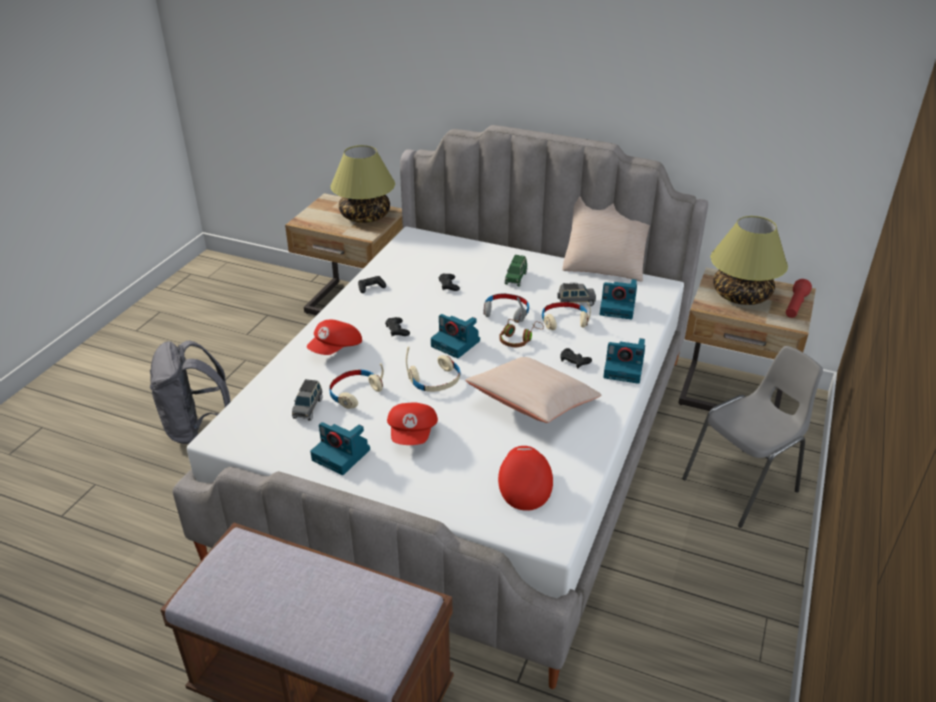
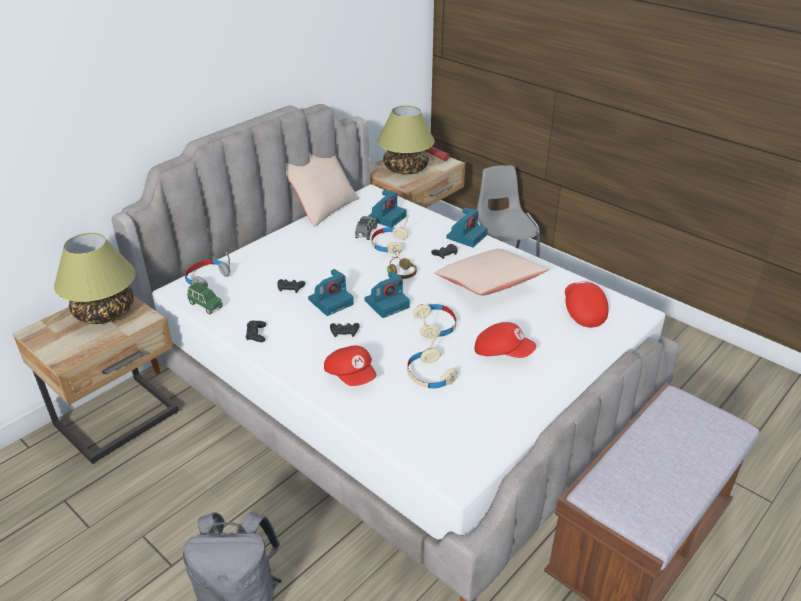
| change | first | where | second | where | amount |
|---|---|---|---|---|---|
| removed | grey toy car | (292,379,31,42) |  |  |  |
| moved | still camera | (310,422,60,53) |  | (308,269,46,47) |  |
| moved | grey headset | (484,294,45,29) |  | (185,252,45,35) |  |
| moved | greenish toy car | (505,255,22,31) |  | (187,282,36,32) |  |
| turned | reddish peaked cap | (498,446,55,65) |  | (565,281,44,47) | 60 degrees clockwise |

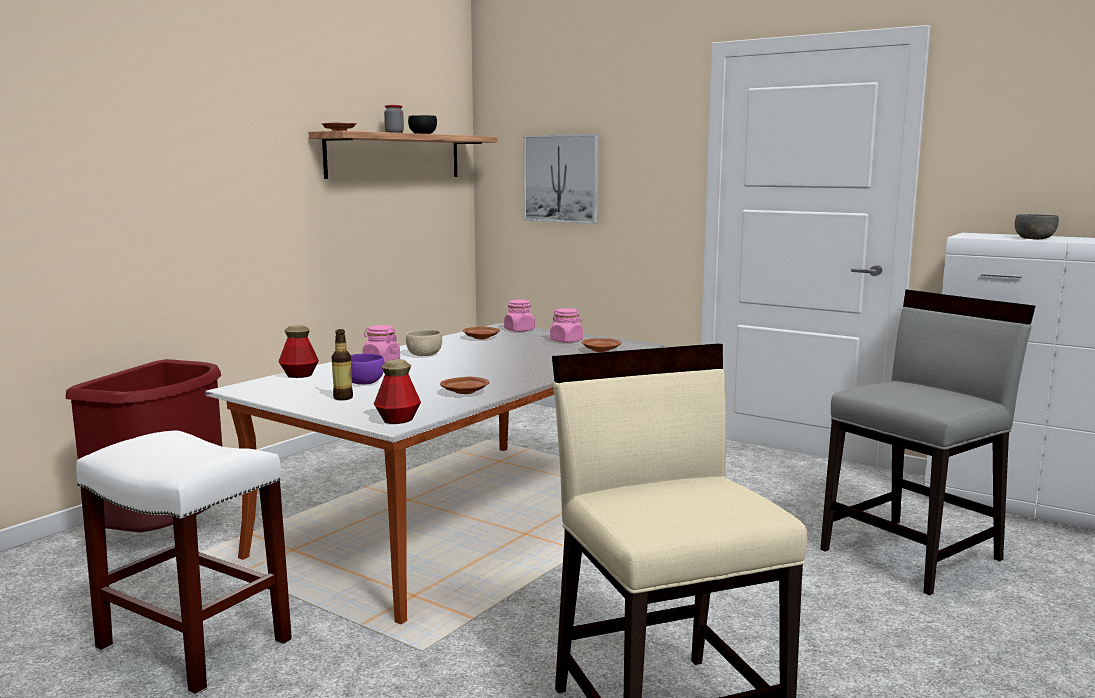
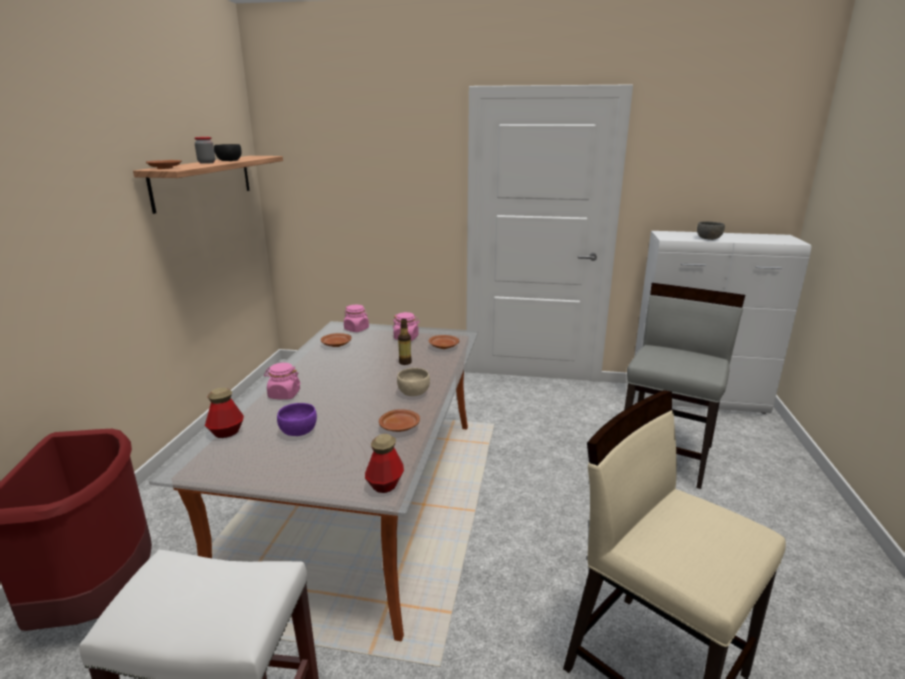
| change | first | where | second | where | amount |
|---|---|---|---|---|---|
| removed | picture | (523,134,76,90) |  |  |  |
| moved | bottle | (332,329,21,71) |  | (398,319,14,46) |  |
| moved | beige-coloured serving bowl | (406,330,36,26) |  | (397,368,33,28) |  |

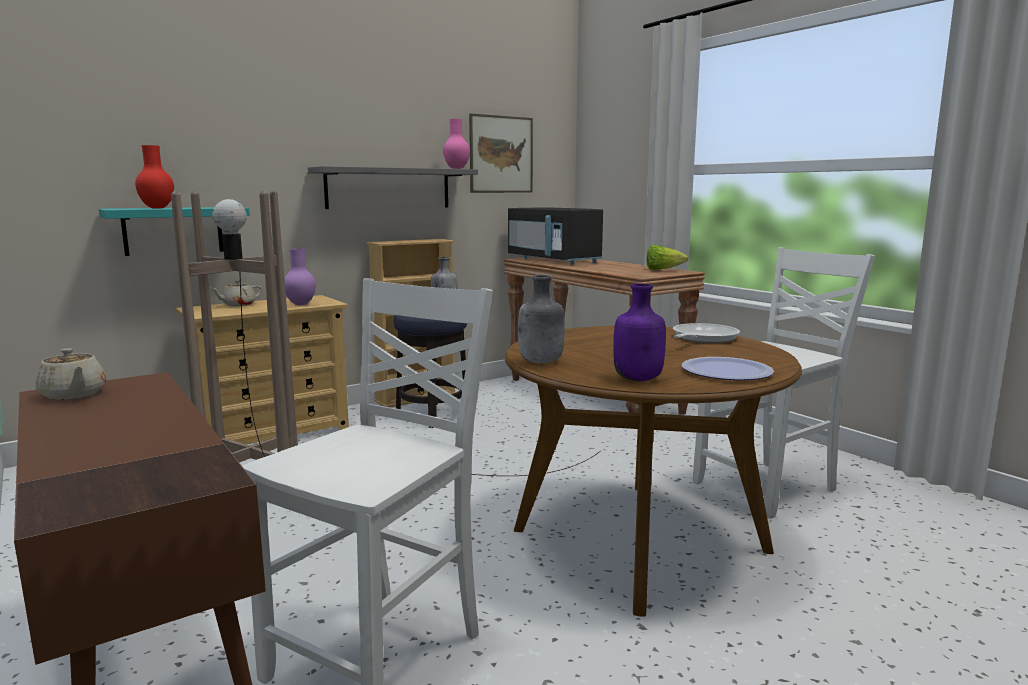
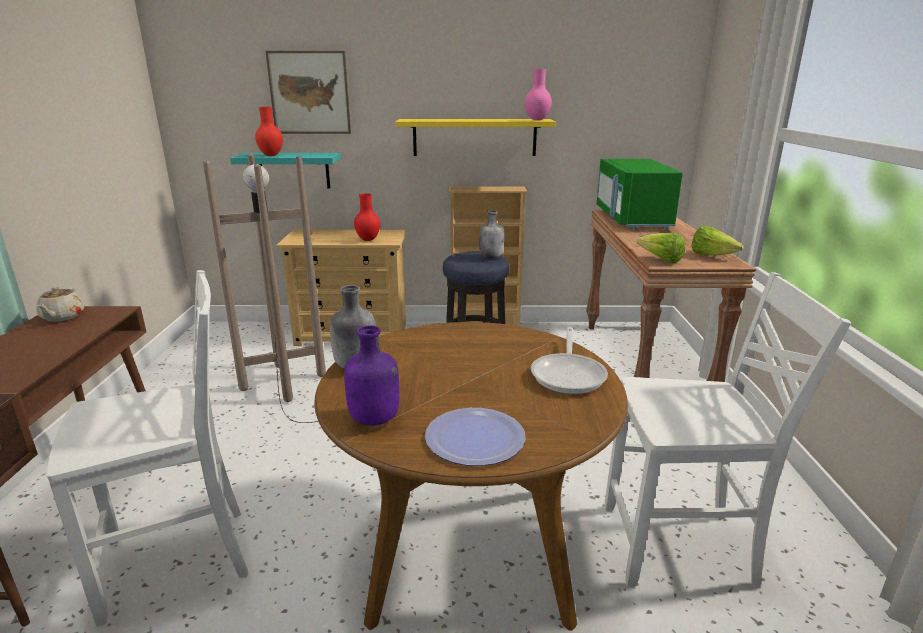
| change | first | where | second | where | amount |
|---|---|---|---|---|---|
| removed | beige-coloured pot for tea | (211,280,51,26) |  |  |  |
| added |  |  | lettuce | (637,233,48,30) |  |
| moved | picture | (469,113,64,80) |  | (265,51,86,83) |  |
| recoloured | purple-coloured flower vase | (284,249,32,56) | reddish flower vase | (354,193,26,48) |  |
| recoloured | grey bracket shelf | (308,166,170,43) | yellowish bracket shelf | (395,119,161,37) |  |
| recoloured | black-coloured microwave | (508,207,95,58) | greenish microwave | (597,159,86,71) |  |
| turned | skillet | (673,323,67,20) |  | (531,327,77,67) | 120 degrees clockwise |

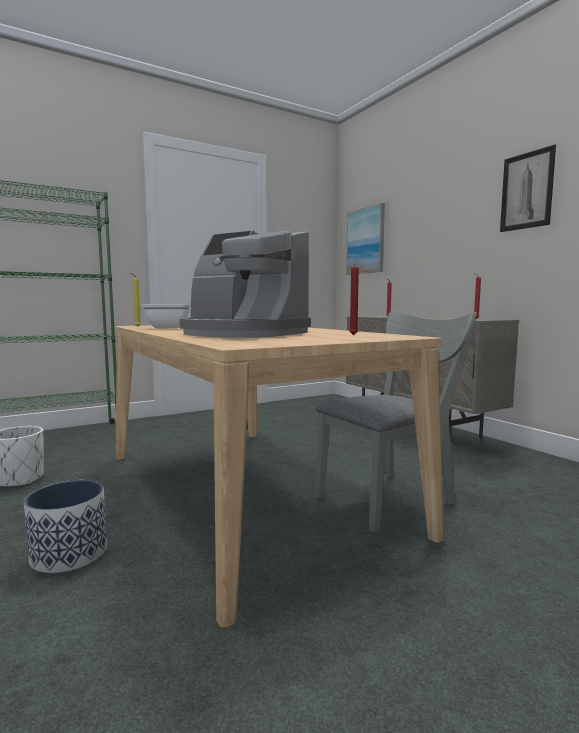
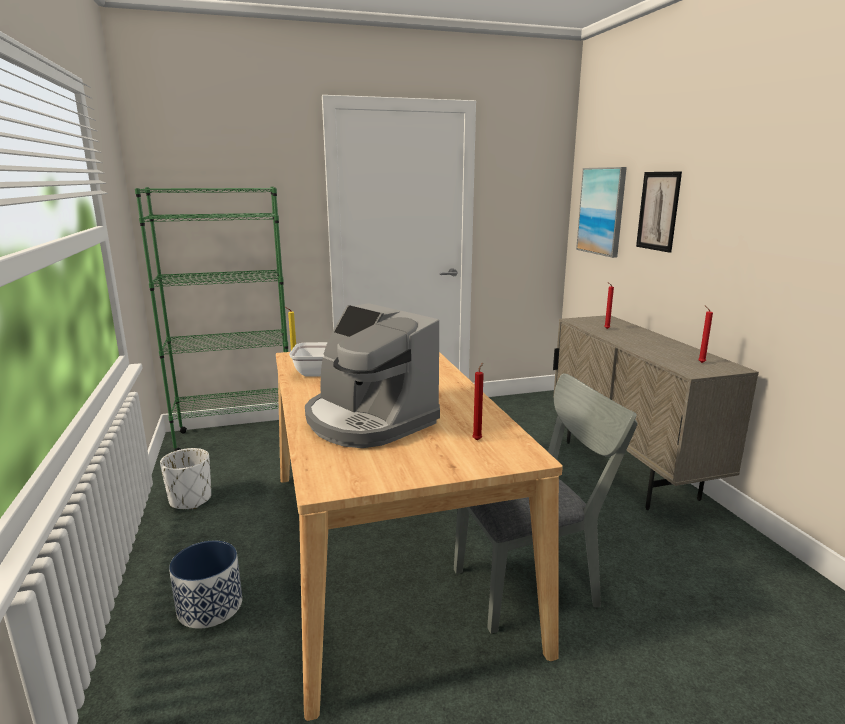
| change | first | where | second | where | amount |
|---|---|---|---|---|---|
| moved | picture | (500,145,56,87) |  | (636,172,46,81) |  |

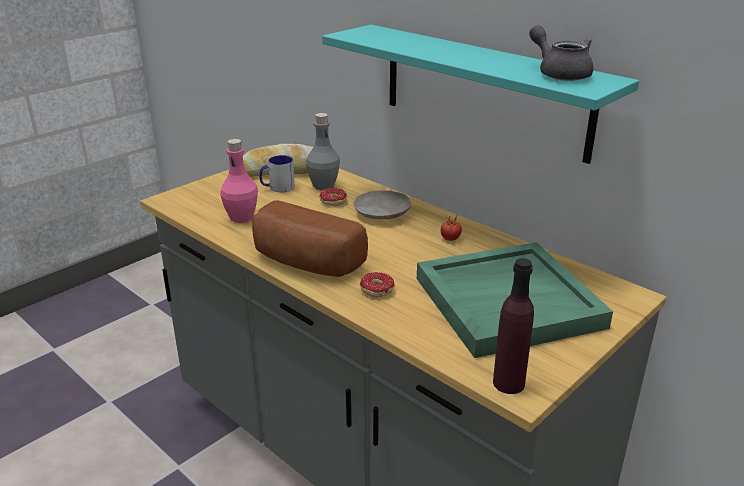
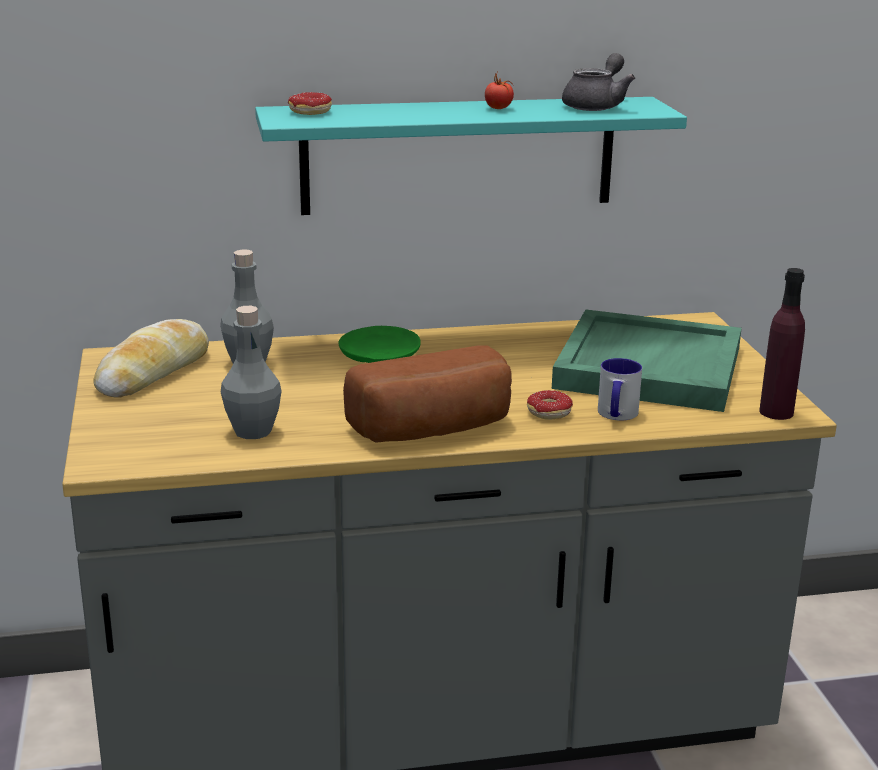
| change | first | where | second | where | amount |
|---|---|---|---|---|---|
| moved | coffee mug | (259,155,36,37) |  | (598,358,44,63) |  |
| moved | doughnut | (320,188,27,18) |  | (288,92,44,23) |  |
| moved | tomato | (441,215,21,26) |  | (485,72,29,37) |  |
| recoloured | pink bottle | (221,139,37,84) | grey bottle | (221,306,61,133) |  |
| recoloured | beige-coloured flat dish | (354,190,57,29) | greenish flat dish | (338,326,83,37) |  |
| turned | grey pot for tea | (529,26,64,55) |  | (562,53,73,58) | 120 degrees clockwise |

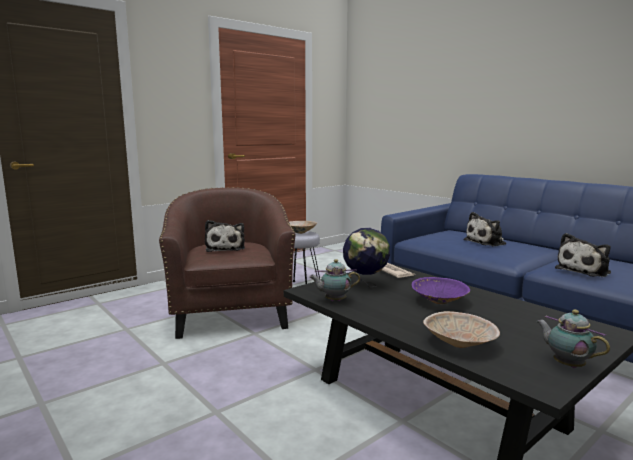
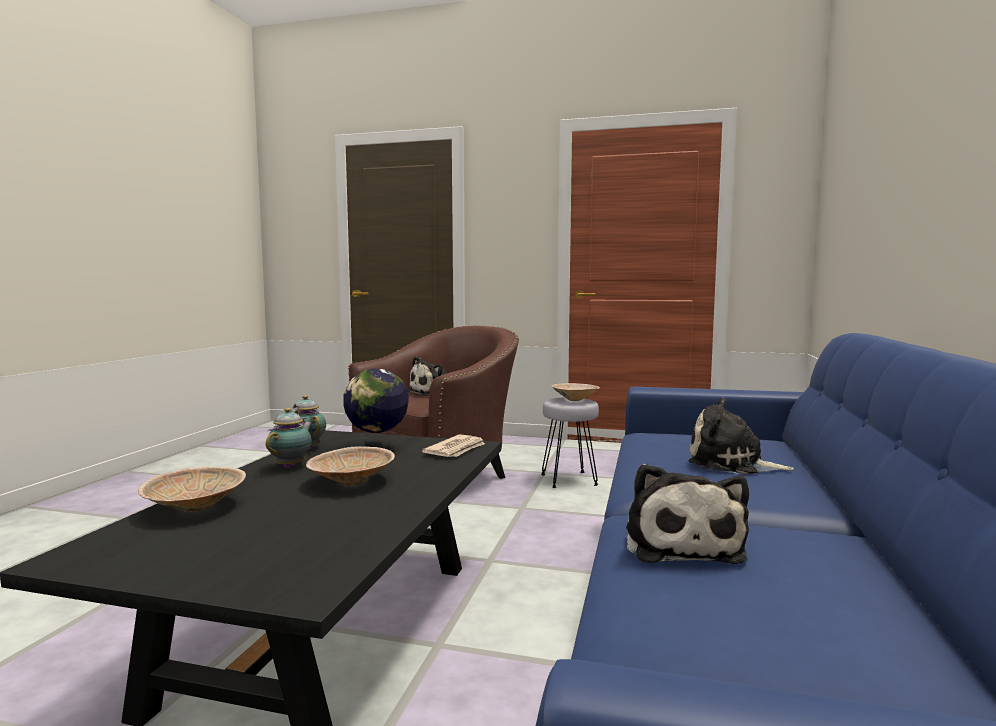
| change | first | where | second | where | amount |
|---|---|---|---|---|---|
| moved | pot for tea | (536,310,74,58) |  | (266,408,46,60) |  |
| recoloured | purple-coloured serving bowl | (412,277,58,27) | beige-coloured serving bowl | (306,446,89,40) |  |
| turned | soft toy | (555,233,56,44) |  | (626,463,123,101) | 105 degrees counterclockwise |

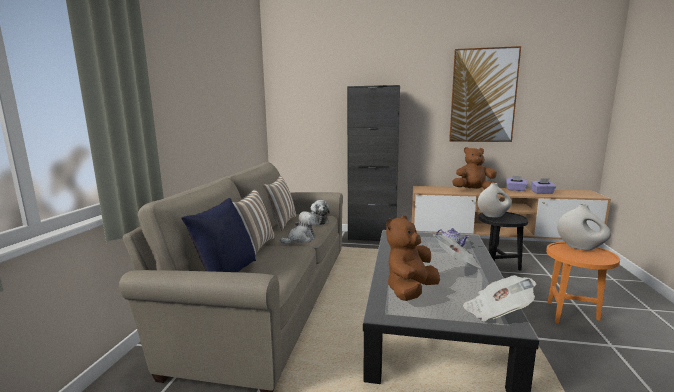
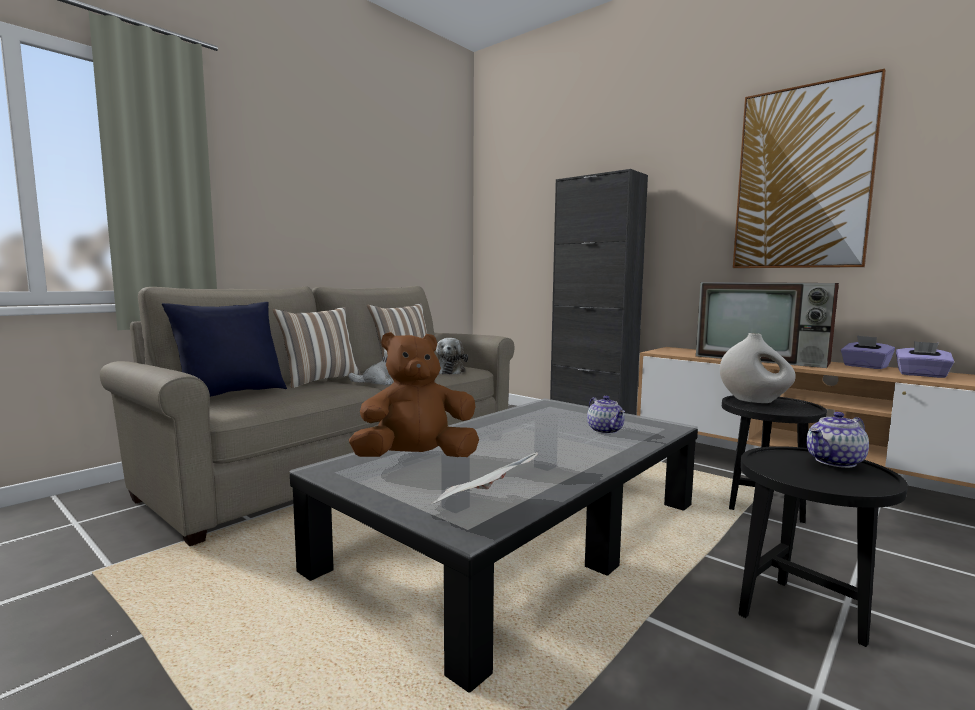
| change | first | where | second | where | amount |
|---|---|---|---|---|---|
| removed | newspaper | (433,234,48,34) |  |  |  |
| replaced | brown soft toy | (452,147,45,43) | TV | (696,282,143,86) |  |
| replaced | white-coloured flower vase | (557,204,54,46) | pot for tea | (806,412,63,56) |  |
| recoloured | orange accent table | (546,242,74,82) | black-coloured accent table | (738,446,170,201) |  |

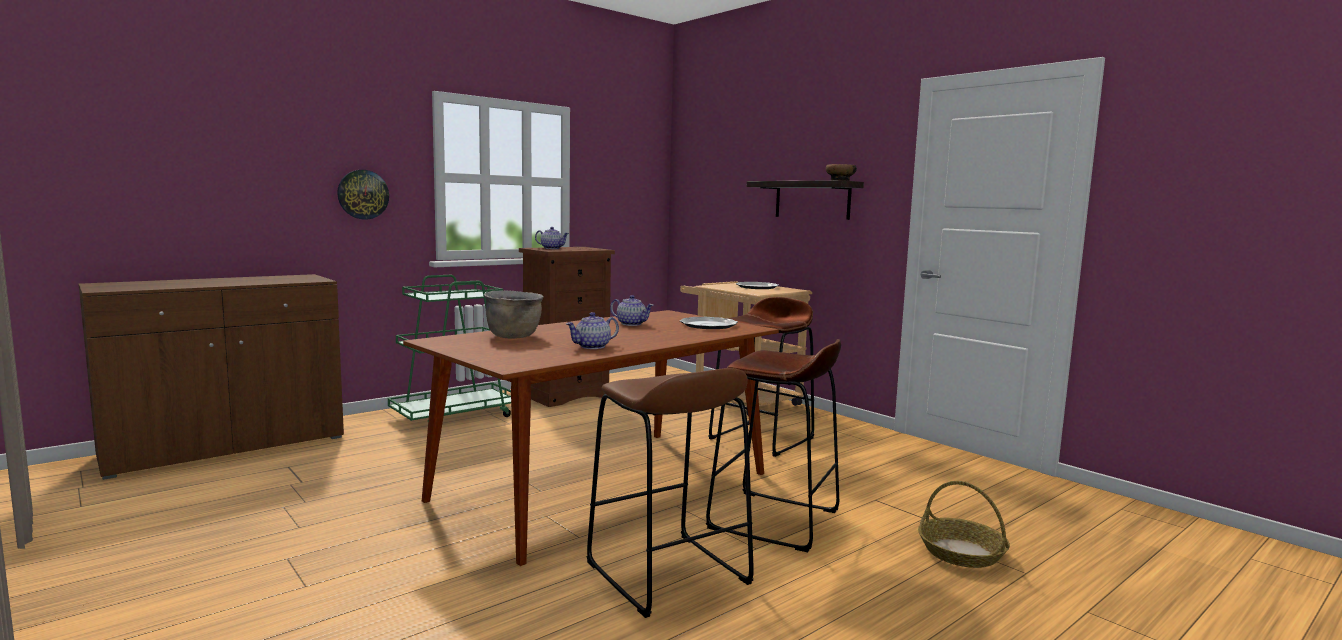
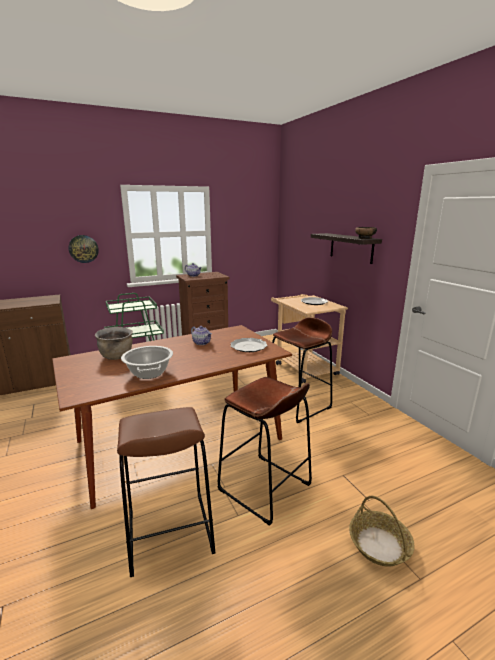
| change | first | where | second | where | amount |
|---|---|---|---|---|---|
| replaced | pot for tea | (566,312,53,37) | stockpot | (121,346,52,33) |  |

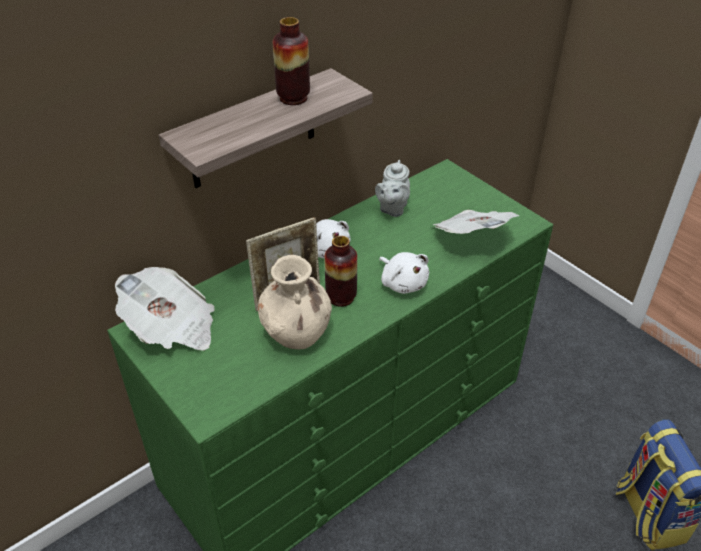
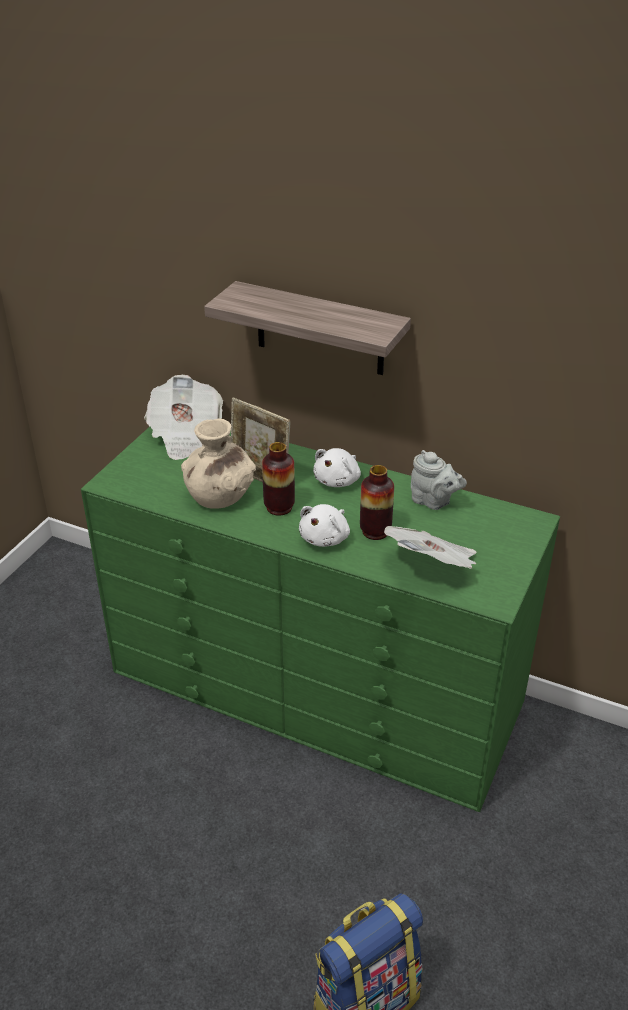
| change | first | where | second | where | amount |
|---|---|---|---|---|---|
| moved | flower vase | (273,17,37,88) |  | (360,465,34,75) |  |
| turned | grey pot for tea | (375,160,35,57) |  | (411,450,56,60) | 135 degrees counterclockwise |

